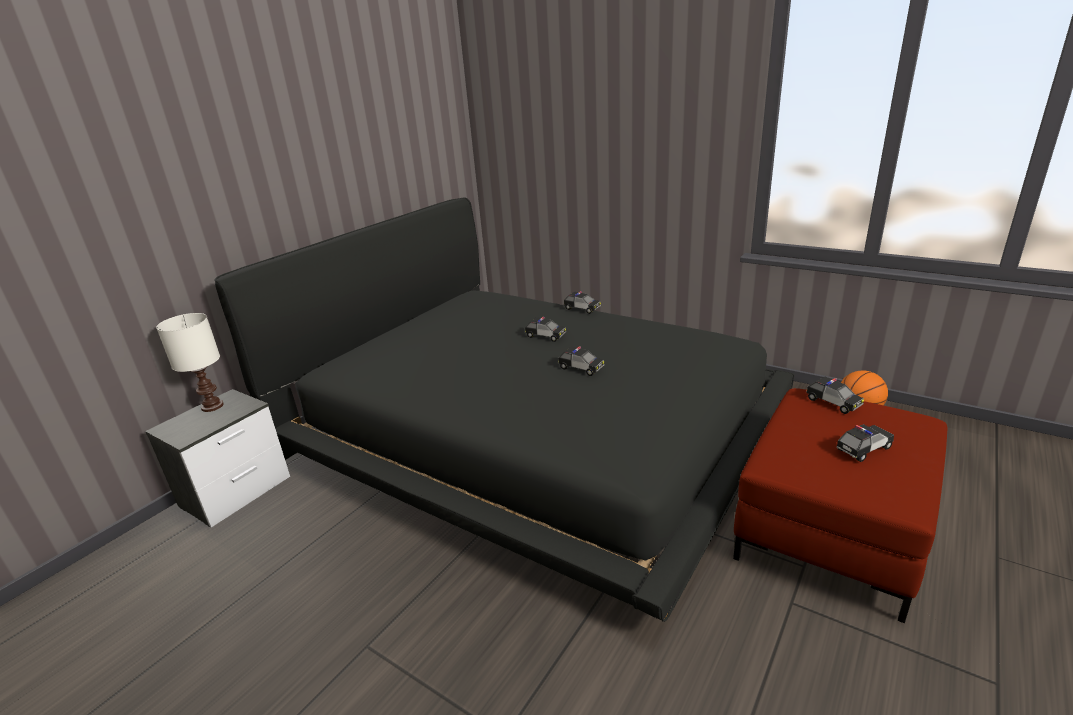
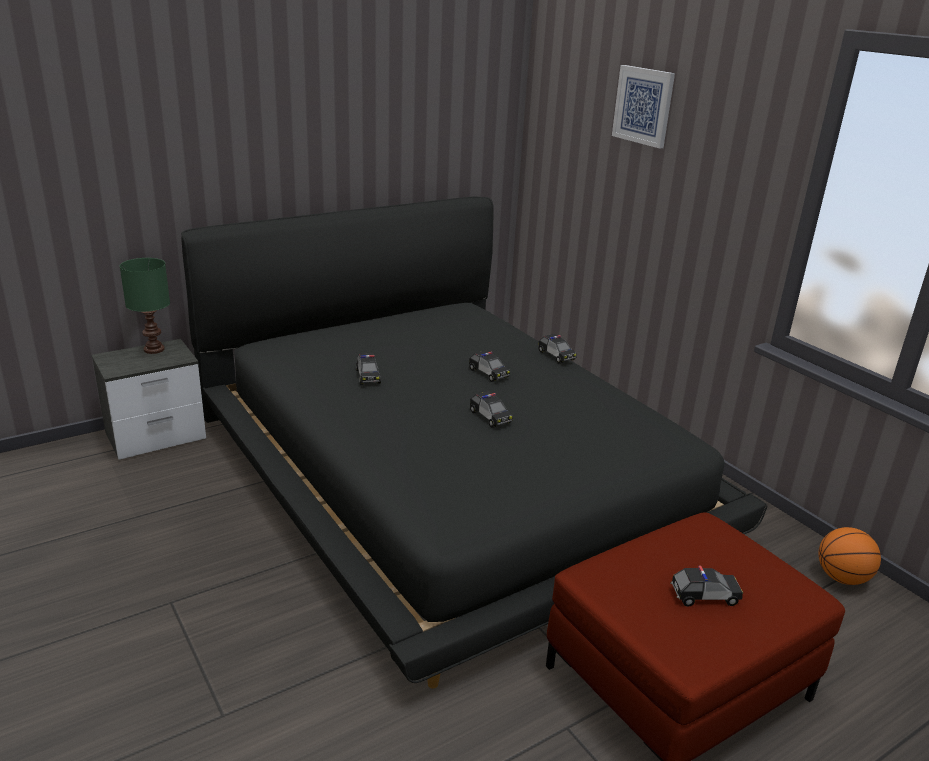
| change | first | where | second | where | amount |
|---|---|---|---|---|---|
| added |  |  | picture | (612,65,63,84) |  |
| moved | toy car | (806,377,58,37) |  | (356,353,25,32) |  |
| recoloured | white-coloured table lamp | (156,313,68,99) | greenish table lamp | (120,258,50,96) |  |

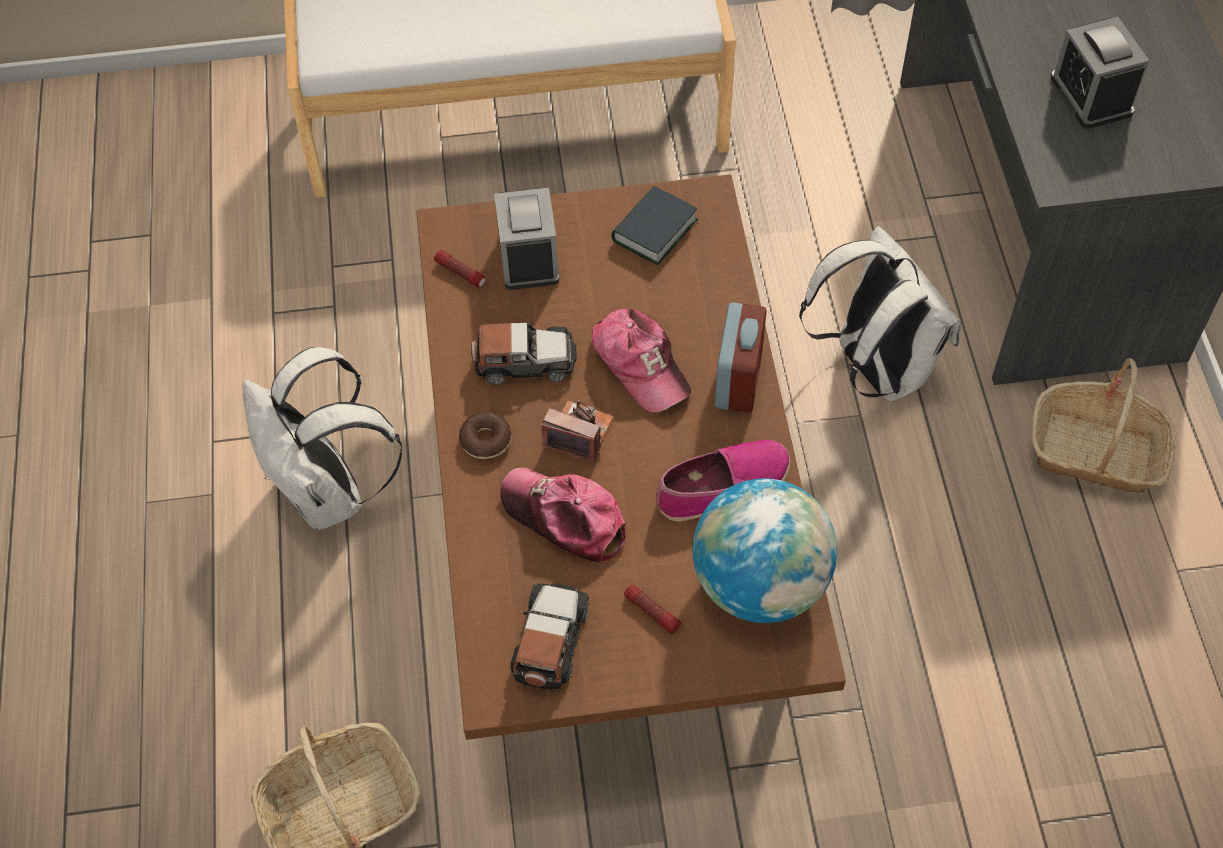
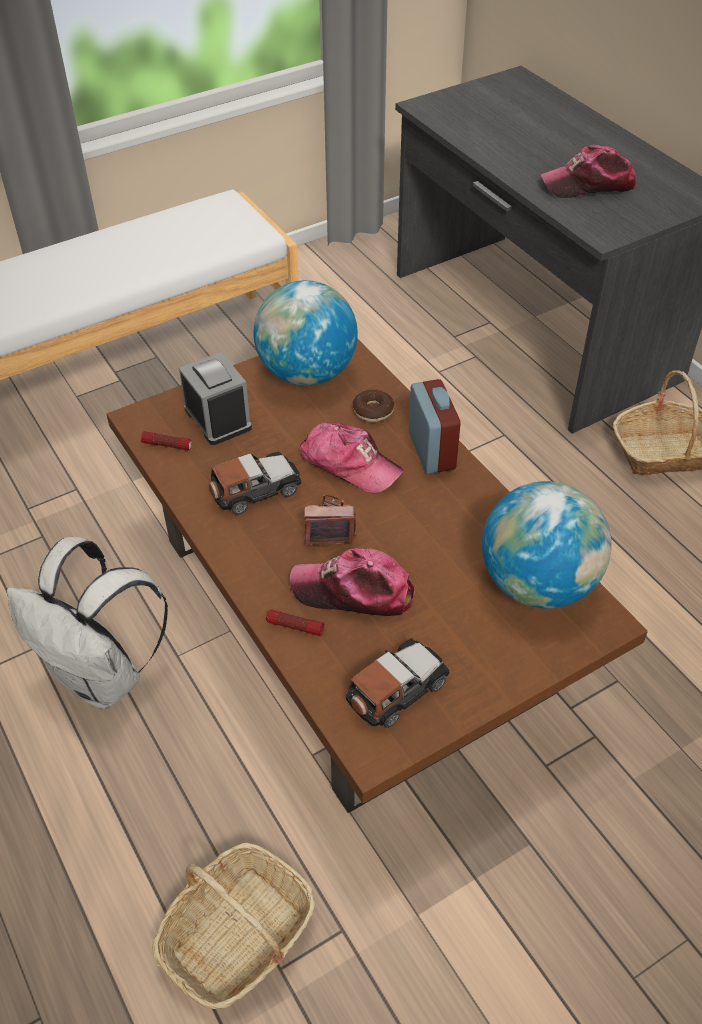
| change | first | where | second | where | amount |
|---|---|---|---|---|---|
| removed | shoe | (655,440,135,81) |  |  |  |
| removed | white-coloured backpack | (799,226,162,175) |  |  |  |
| moved | doughnut | (459,412,53,47) |  | (353,389,41,33) |  |
| moved | flashlight | (624,584,57,50) |  | (266,609,58,27) |  |
| replaced | volume | (612,186,86,79) | globe | (253,280,105,106) |  |
| replaced | alarm clock | (1051,17,98,112) | peaked cap | (541,145,95,53) |  |
| turned | toy car | (511,583,78,108) |  | (346,638,103,90) | 60 degrees clockwise |

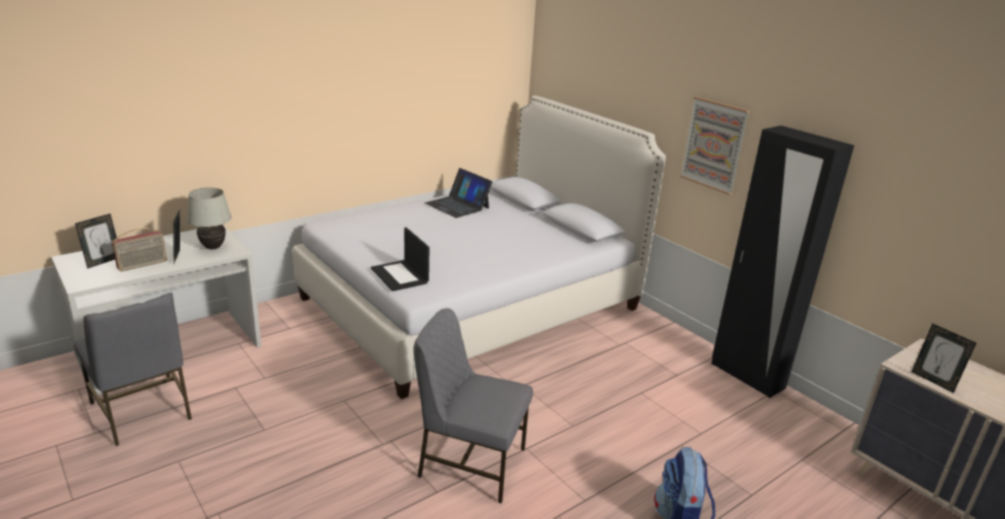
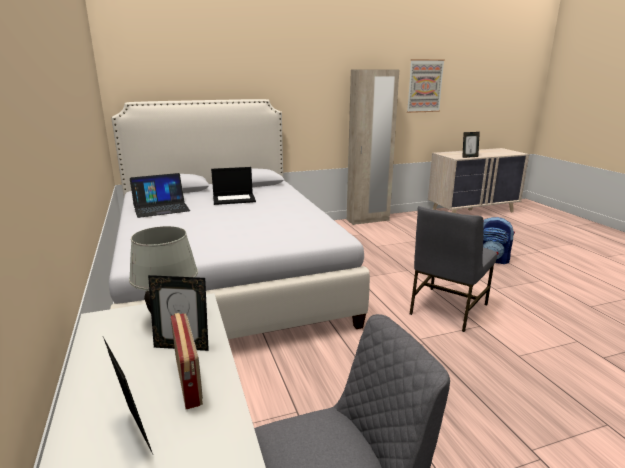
| change | first | where | second | where | amount |
|---|---|---|---|---|---|
| moved | portable computer | (371,227,59,64) |  | (211,167,45,38) |  |
| moved | picture | (680,97,69,98) |  | (407,59,38,54) |  |
| recoloured | black-coloured armoire | (711,126,143,272) | beige-coloured armoire | (347,69,52,156) |  |

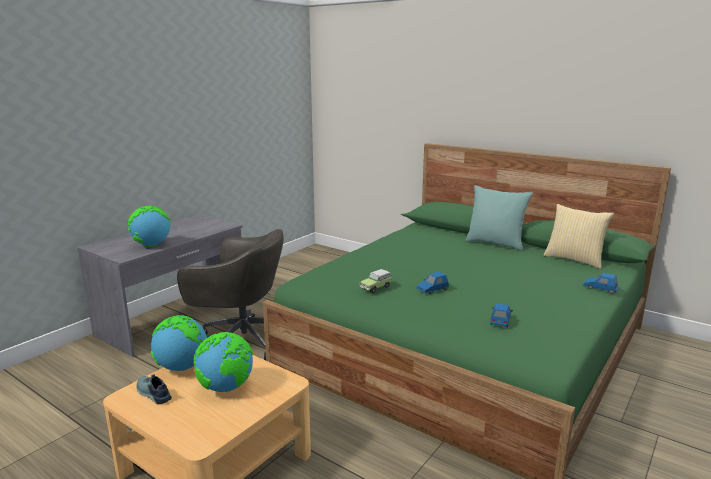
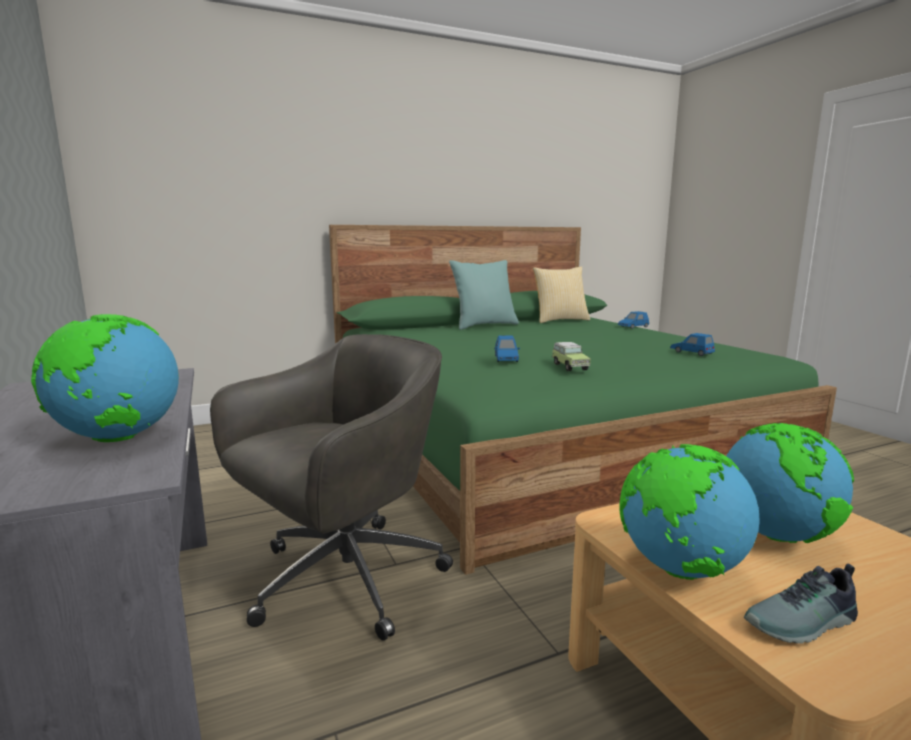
| change | first | where | second | where | amount |
|---|---|---|---|---|---|
| moved | blue toy car | (416,272,33,22) |  | (494,336,26,26) |  |

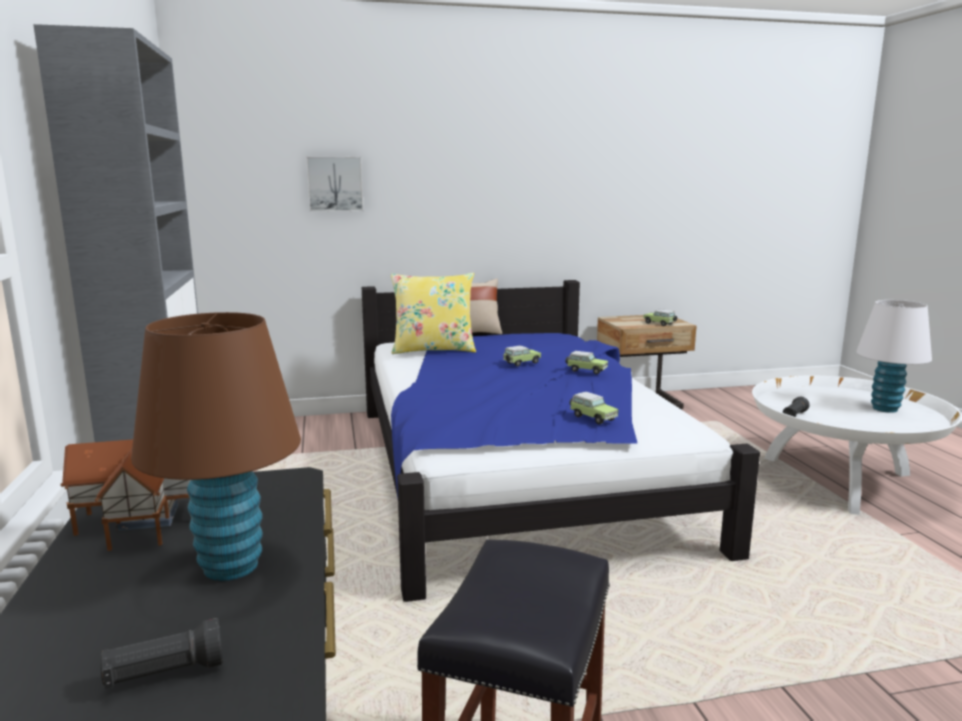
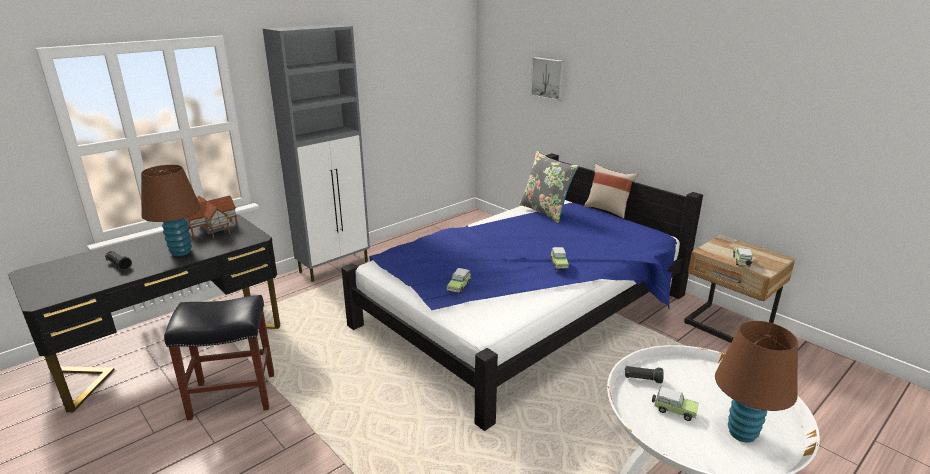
| change | first | where | second | where | amount |
|---|---|---|---|---|---|
| moved | toy car | (503,346,38,21) |  | (652,387,47,34) |  |
| recoloured | yellowish pillow | (391,273,85,81) | grey pillow | (519,151,60,72) |  |
| recoloured | white-coloured table lamp | (856,300,76,113) | brown table lamp | (715,321,83,122) |  |

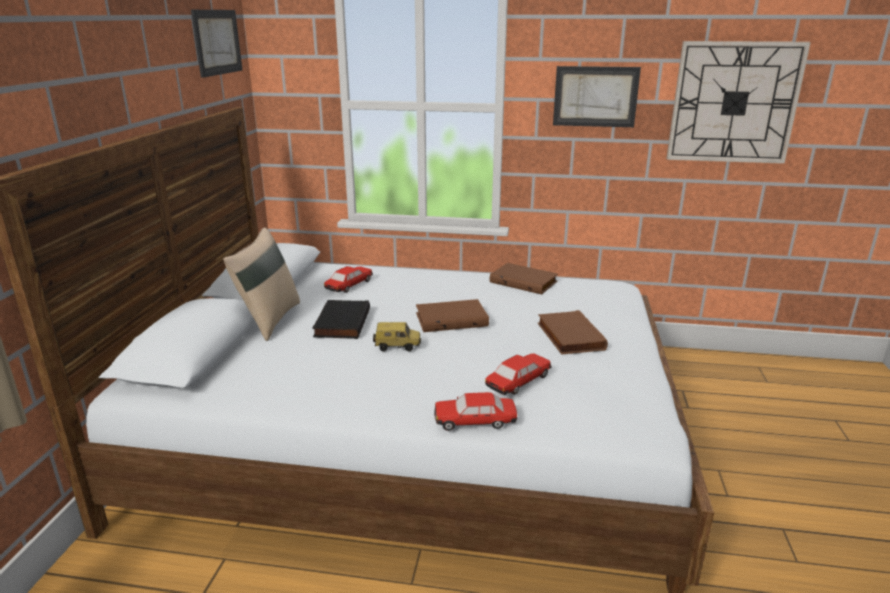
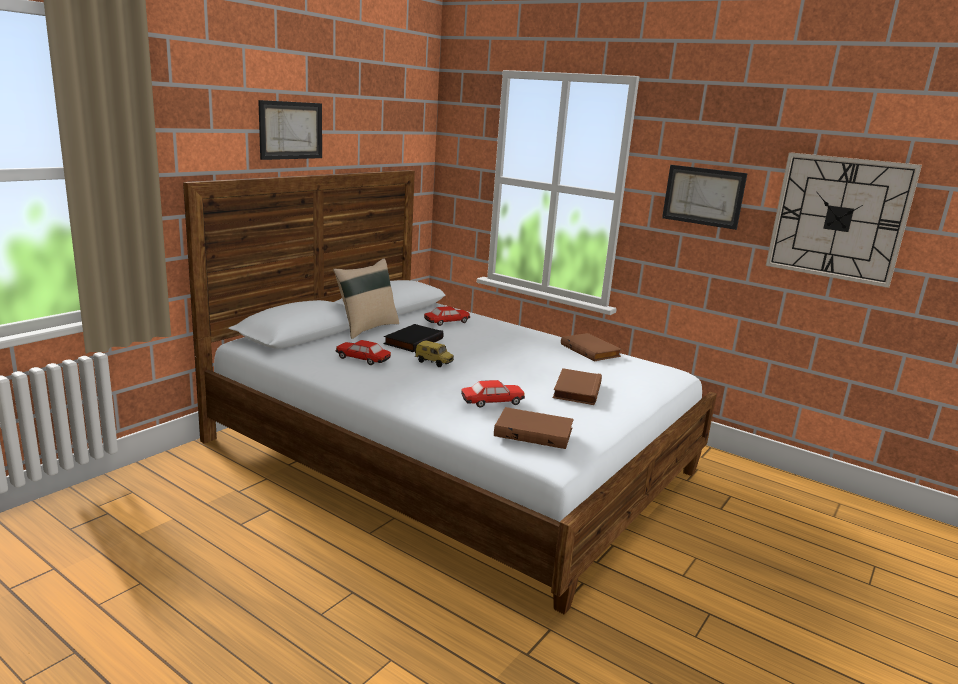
| change | first | where | second | where | amount |
|---|---|---|---|---|---|
| moved | picture | (191,10,51,68) |  | (258,100,64,60) |  |
| moved | brown volume | (416,299,73,33) |  | (494,407,80,42) |  |
| moved | toy car | (434,392,83,39) |  | (336,340,55,25) |  |

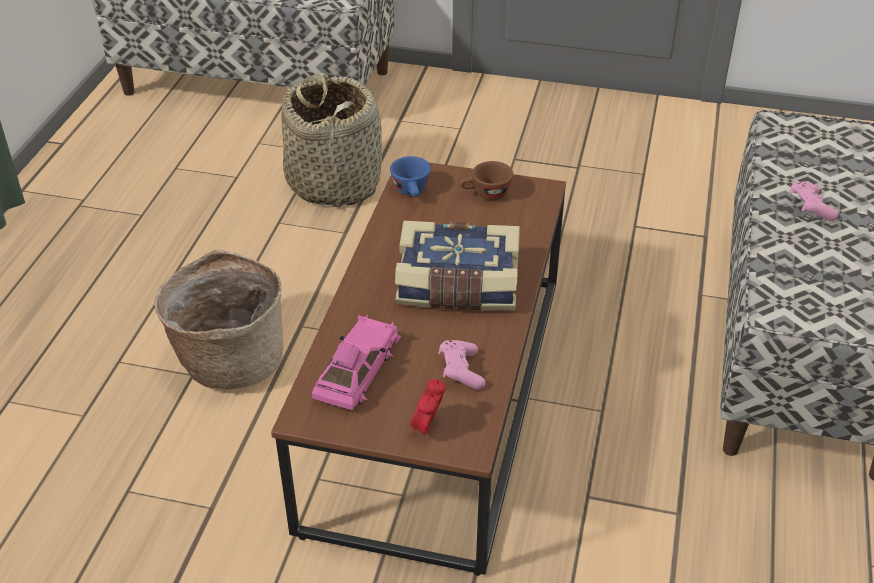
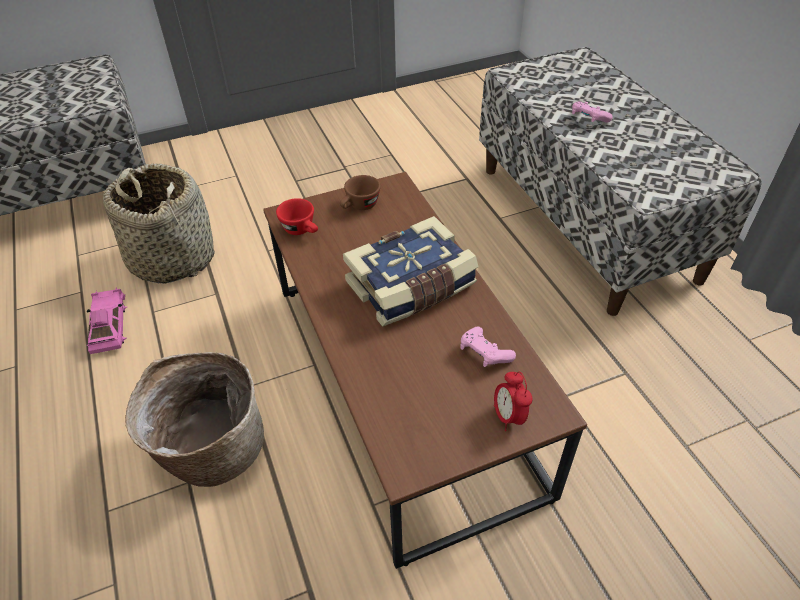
| change | first | where | second | where | amount |
|---|---|---|---|---|---|
| moved | pink toy car | (312,314,89,96) |  | (86,287,41,67) |  |
| recoloured | blue drinking cup | (390,156,41,41) | reddish drinking cup | (276,198,42,37) |  |

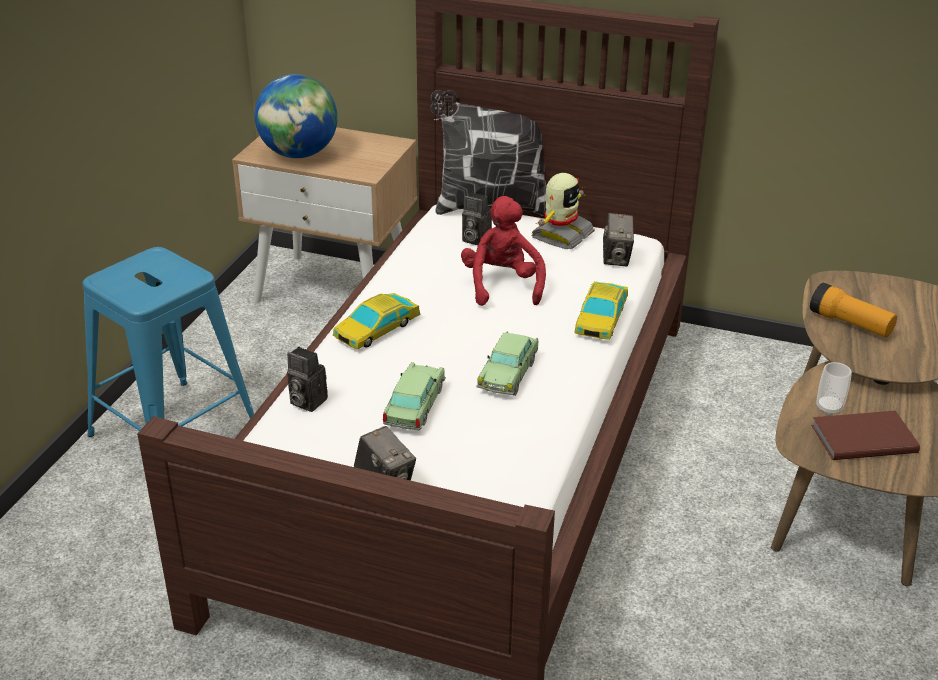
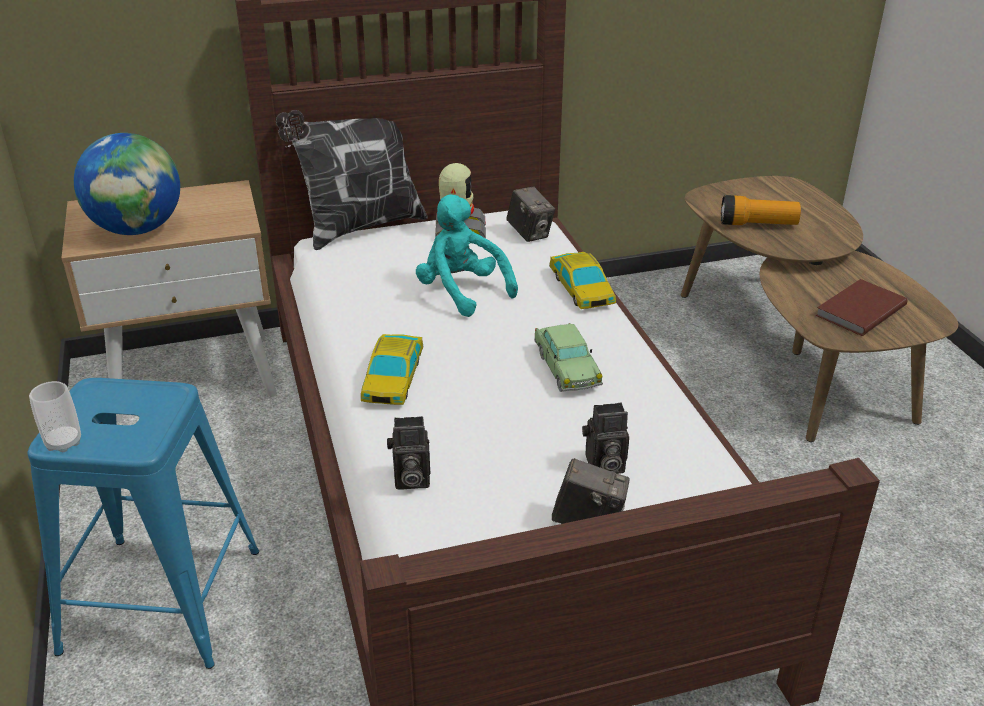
| change | first | where | second | where | amount |
|---|---|---|---|---|---|
| removed | toy car | (383,362,63,68) |  |  |  |
| moved | still camera | (462,193,30,52) |  | (582,403,47,71) |  |
| moved | drinking cup | (816,362,36,53) |  | (29,381,52,71) |  |
| recoloured | reddish soft toy | (461,196,85,110) | turquoise soft toy | (416,194,102,123) |  |

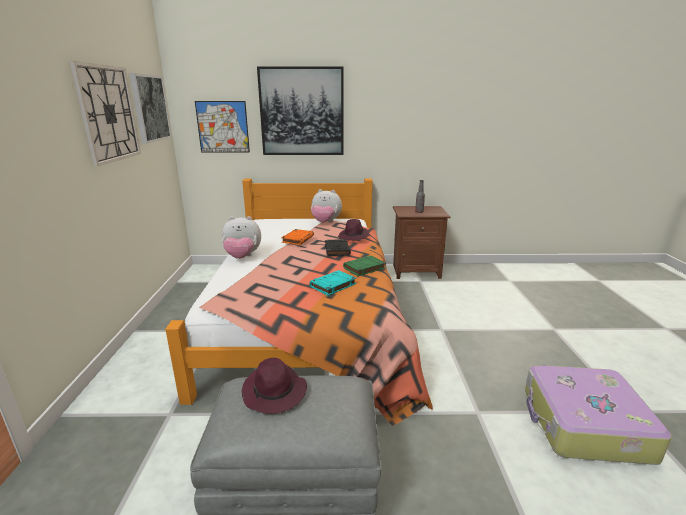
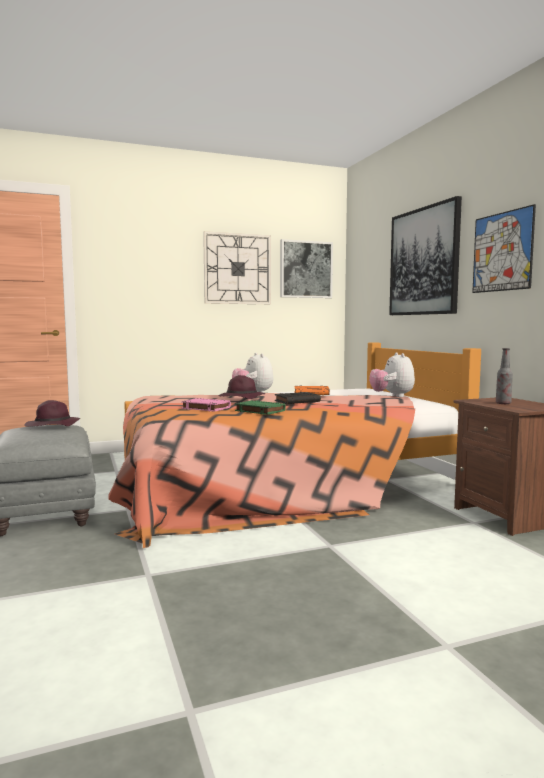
| change | first | where | second | where | amount |
|---|---|---|---|---|---|
| removed | travel case | (525,365,147,100) |  |  |  |
| moved | picture | (195,101,55,52) |  | (472,204,64,89) |  |
| moved | purple-coloured clothing hat | (338,219,32,22) |  | (218,375,47,24) |  |
| recoloured | turquoise volume | (309,270,47,26) | pink volume | (181,398,50,14) |  |

